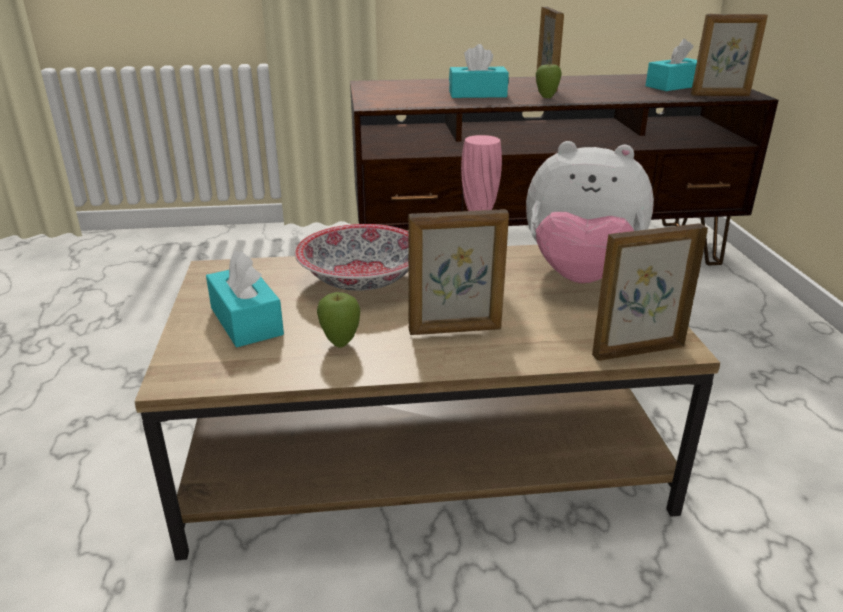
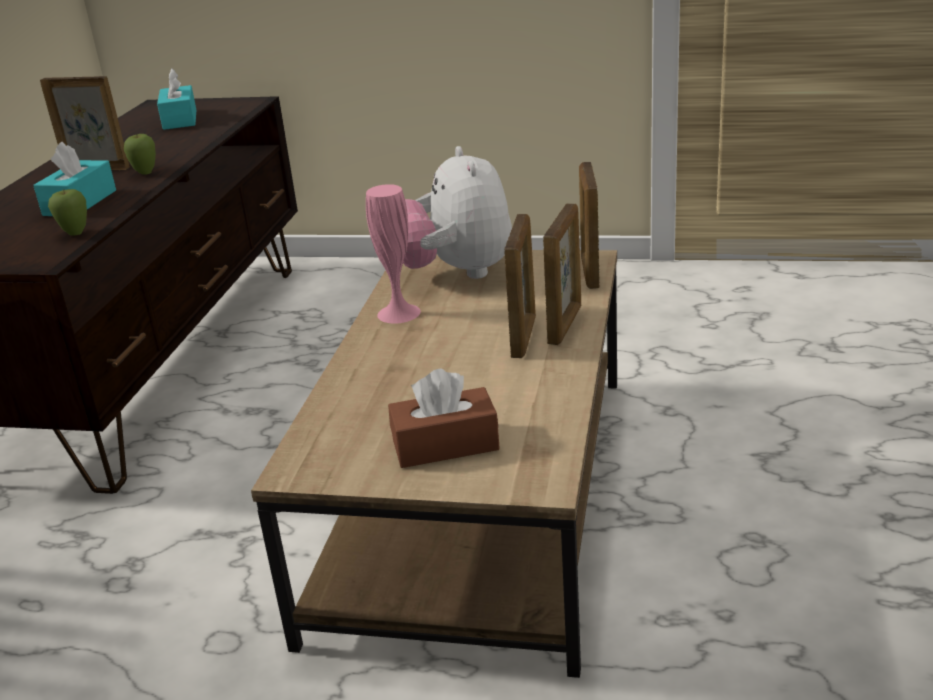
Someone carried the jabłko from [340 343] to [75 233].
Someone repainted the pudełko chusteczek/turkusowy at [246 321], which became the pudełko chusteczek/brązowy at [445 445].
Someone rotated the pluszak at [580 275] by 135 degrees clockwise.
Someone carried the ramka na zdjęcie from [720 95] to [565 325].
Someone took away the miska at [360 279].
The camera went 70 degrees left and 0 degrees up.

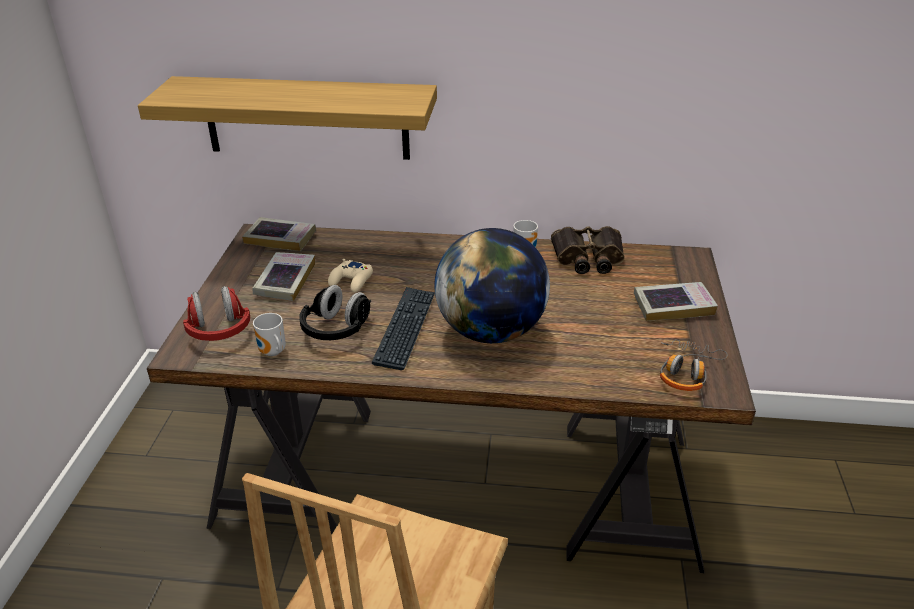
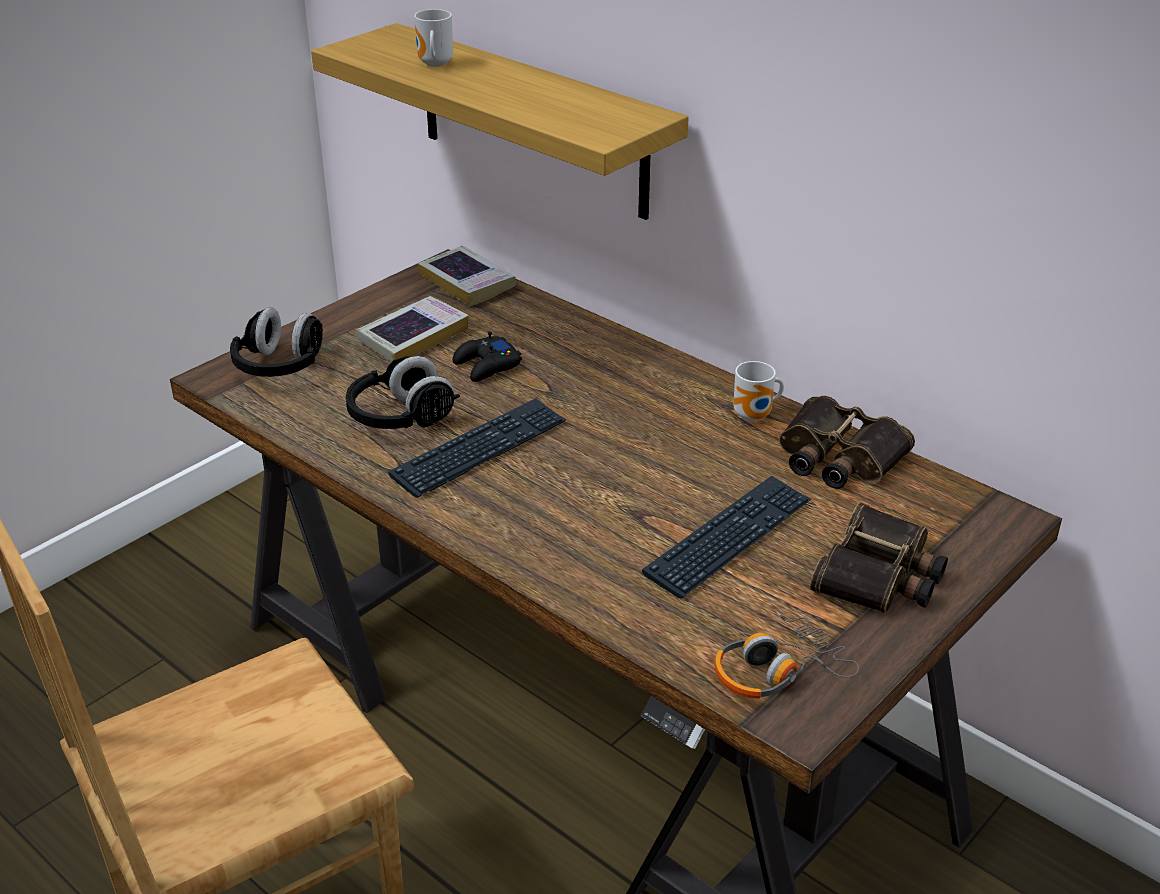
Someone repainted the słuchawki/czerwony at [219 330], which became the słuchawki/czarny at [281 367].
Someone carried the kubek from [272 353] to [433 64].
Someone repainted the pad do gier/beżowy at [351 281], which became the pad do gier/czarny at [487 366].
Someone put down the klawiatura at [729 538].
Someone swapped the książka at [673 306] for the lornetka at [880 575].
Someone took away the globus at [491 331].
The camera went 35 degrees right and 0 degrees up.

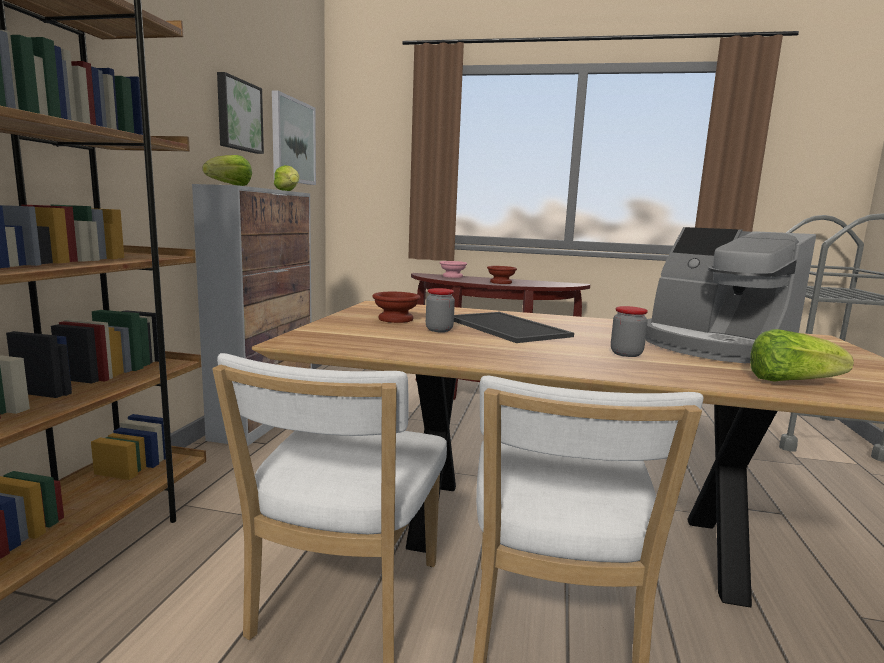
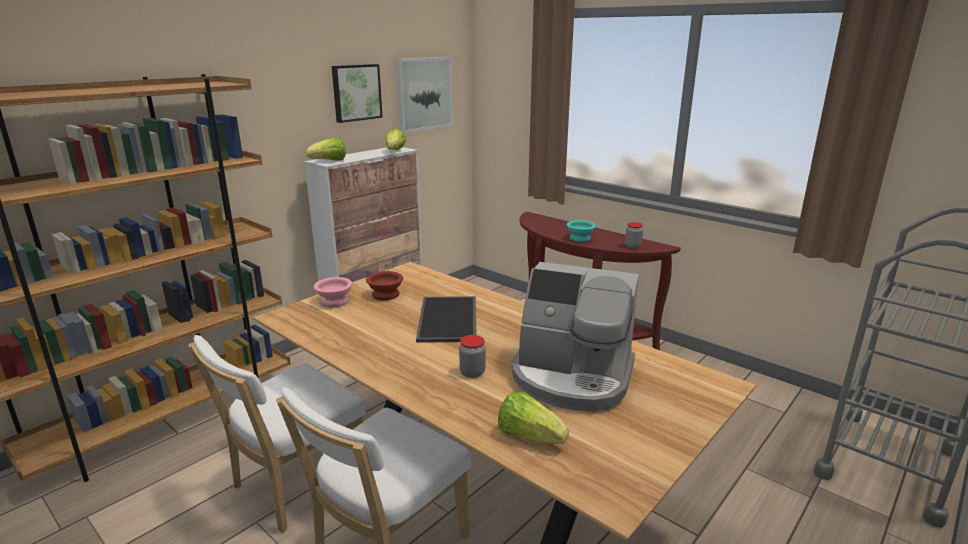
Someone carried the miska/różowy from [453 276] to [336 301].
Someone rotated the ekspres do kawy at [712 346] by 60 degrees counterclockwise.
Someone repainted the miska/brązowy at [501 282], which became the miska/turkusowy at [580 239].
Someone carried the słoik from [439 330] to [633 246].
The camera went 30 degrees right and 10 degrees up.

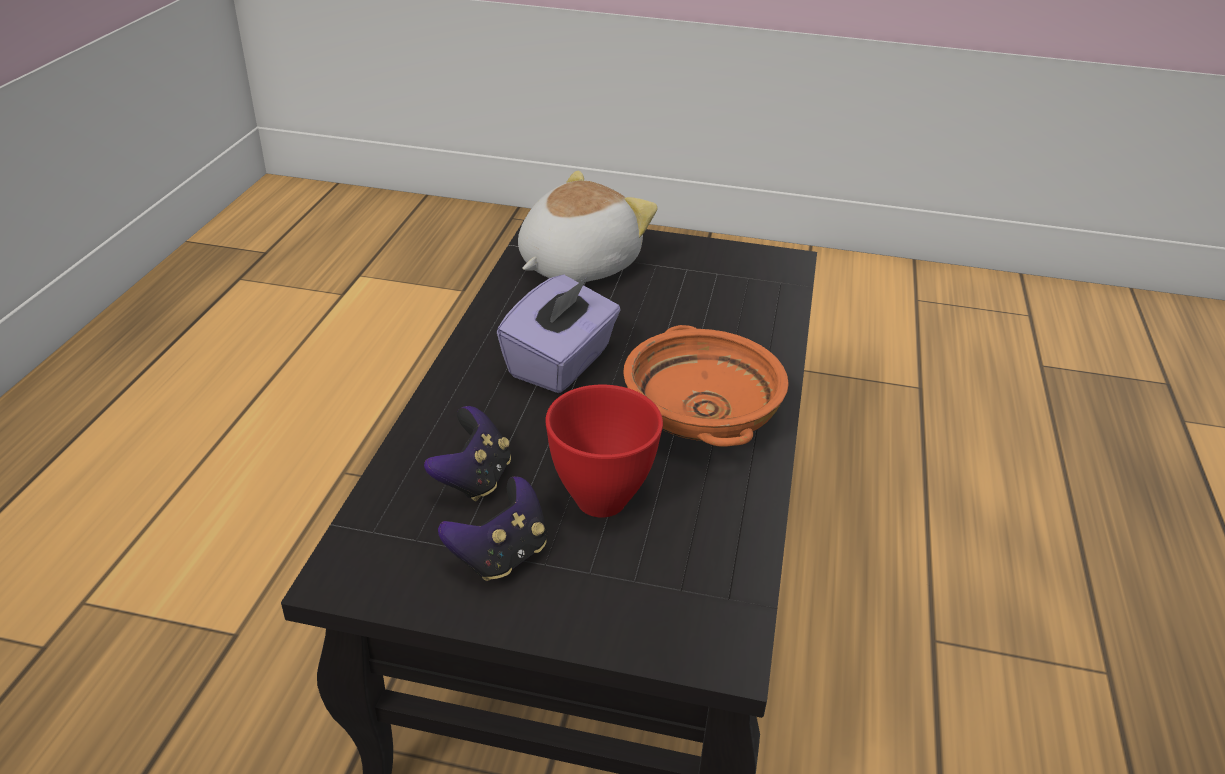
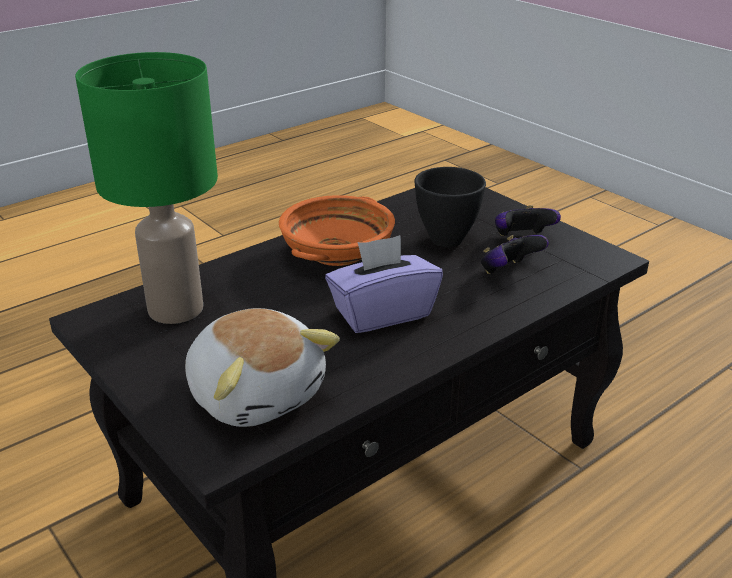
Someone put down the lampa stołowa/zielony at [174 310].
Someone rotated the pluszak at [576 265] by 120 degrees counterclockwise.
Someone repainted the miska/czerwony at [600 502], which became the miska/czarny at [448 239].
The camera went 140 degrees left and 5 degrees down.

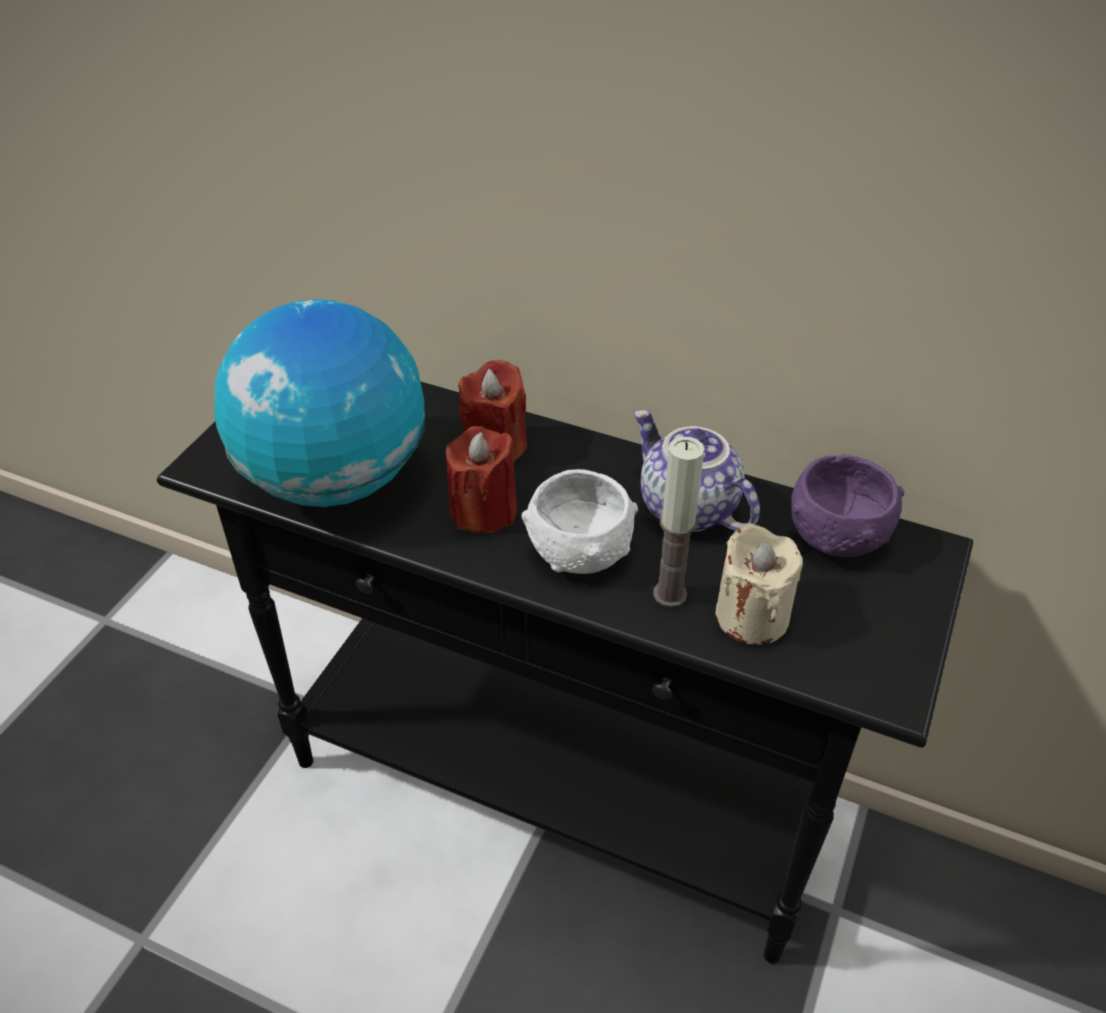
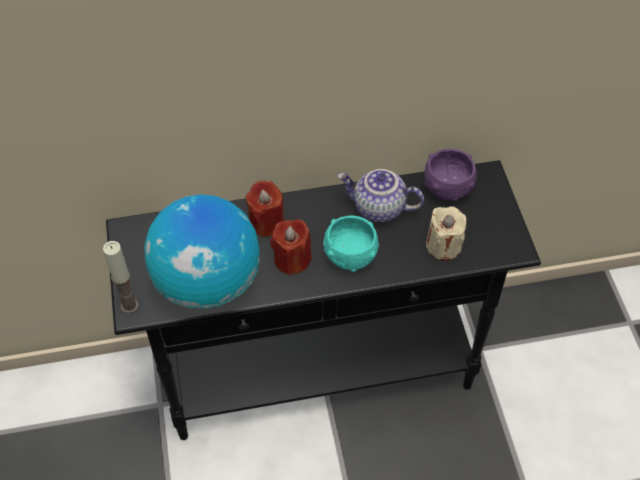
Someone carried the świeca from [669 594] to [129 305].
Someone repainted the miska/biały at [579 550], which became the miska/turkusowy at [350 255].
The camera went 35 degrees left and 10 degrees up.

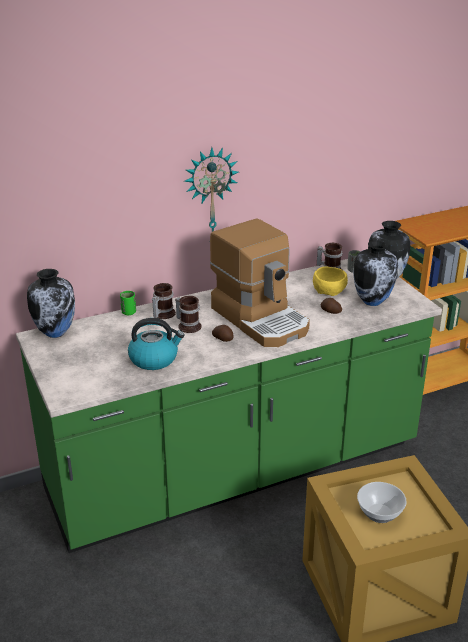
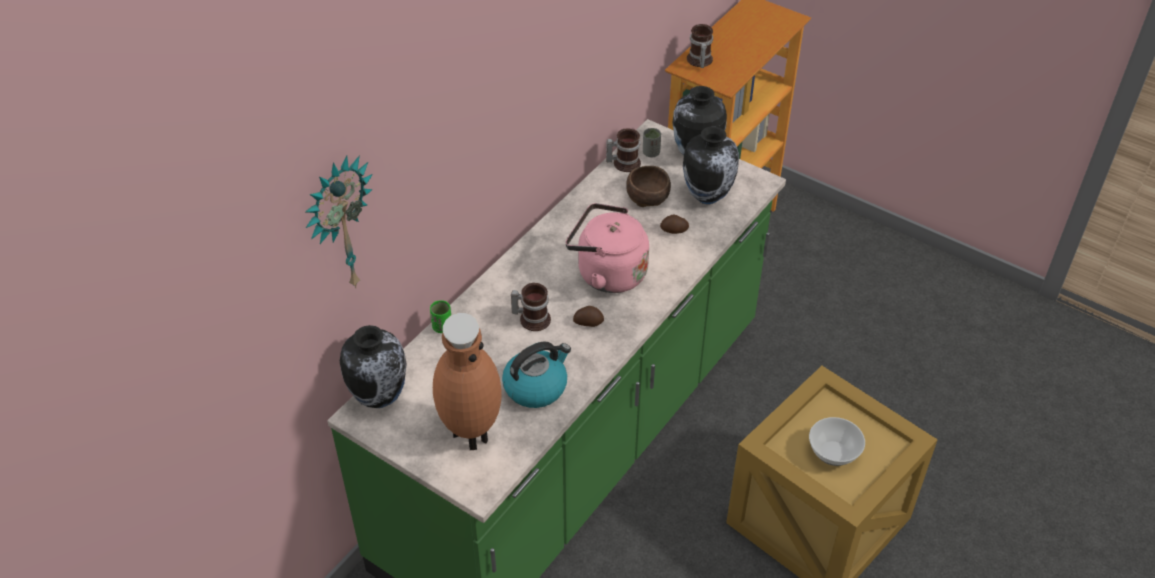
Someone carried the zegar ścienny from [210 197] to [339 225].
Someone put down the wazon/brązowy at [470 434].
Someone swapped the ekspres do kawy at [261 319] for the czajnik/różowy at [607 273].
Someone repainted the miska/żółty at [330 290], which became the miska/brązowy at [648 196].
Someone carried the kubek from [162 314] to [698 61].
The camera went 30 degrees left and 15 degrees up.

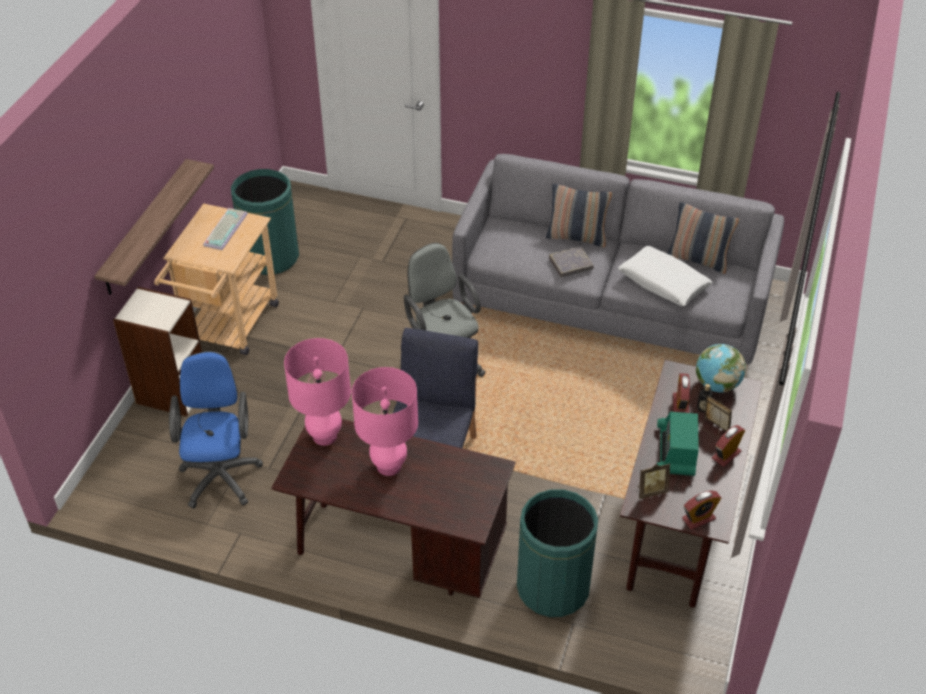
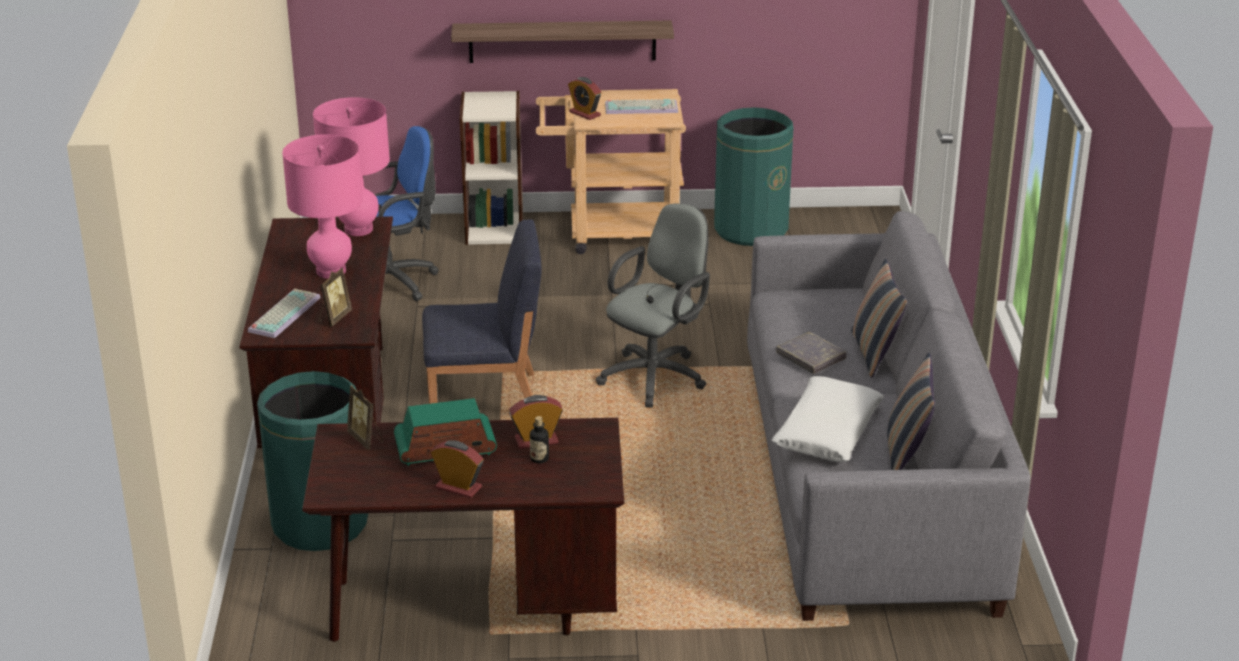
Someone put down the klawiatura at [283 313].
Someone carried the ramka na zdjęcie from [713 429] to [334 318].
Someone carried the budzik from [698 518] to [585 114].
Someone took away the globus at [717 385].
The camera went 70 degrees right and 15 degrees down.

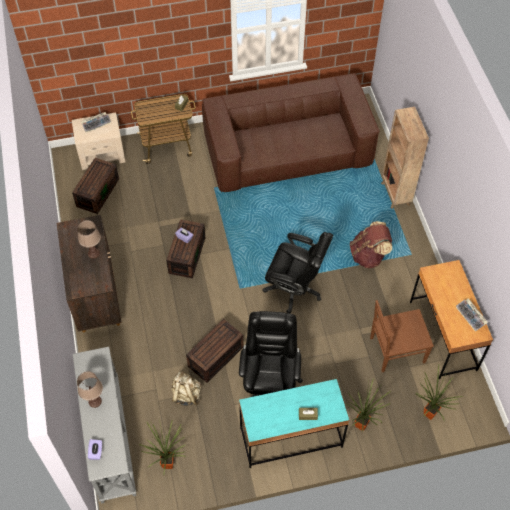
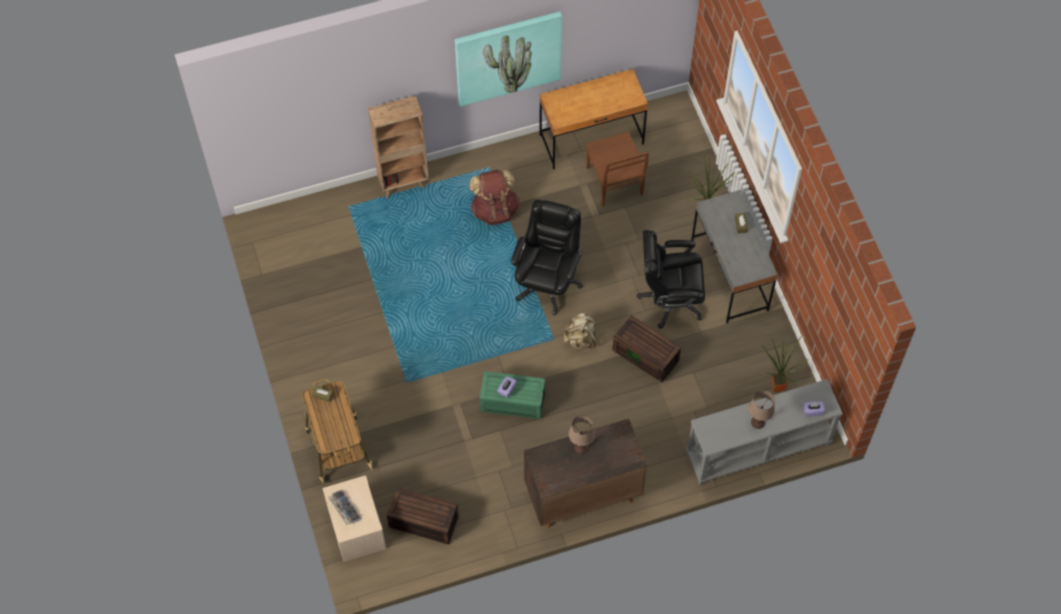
Someone put up the obraz at [508 56].
Someone repainted the pojemnik do przechowywania/brązowy at [186 254], which became the pojemnik do przechowywania/zielony at [511 402].
Someone carried the plecak/beżowy from [186 394] to [580 339].
Someone repainted the biurko/turkusowy at [290 437], which became the biurko/szary at [729 275].
Someone took away the kanapa/brązowy at [288 150].
Someone took away the roślina doniczkowa at [428 415].
Someone took away the klawiatura at [471 316].
The camera went 95 degrees left and 5 degrees up.

